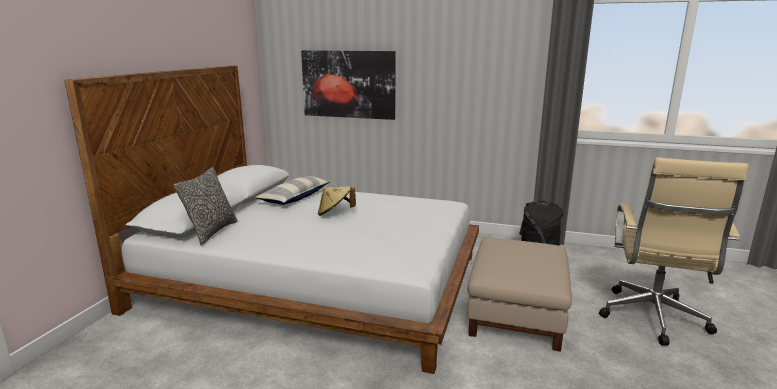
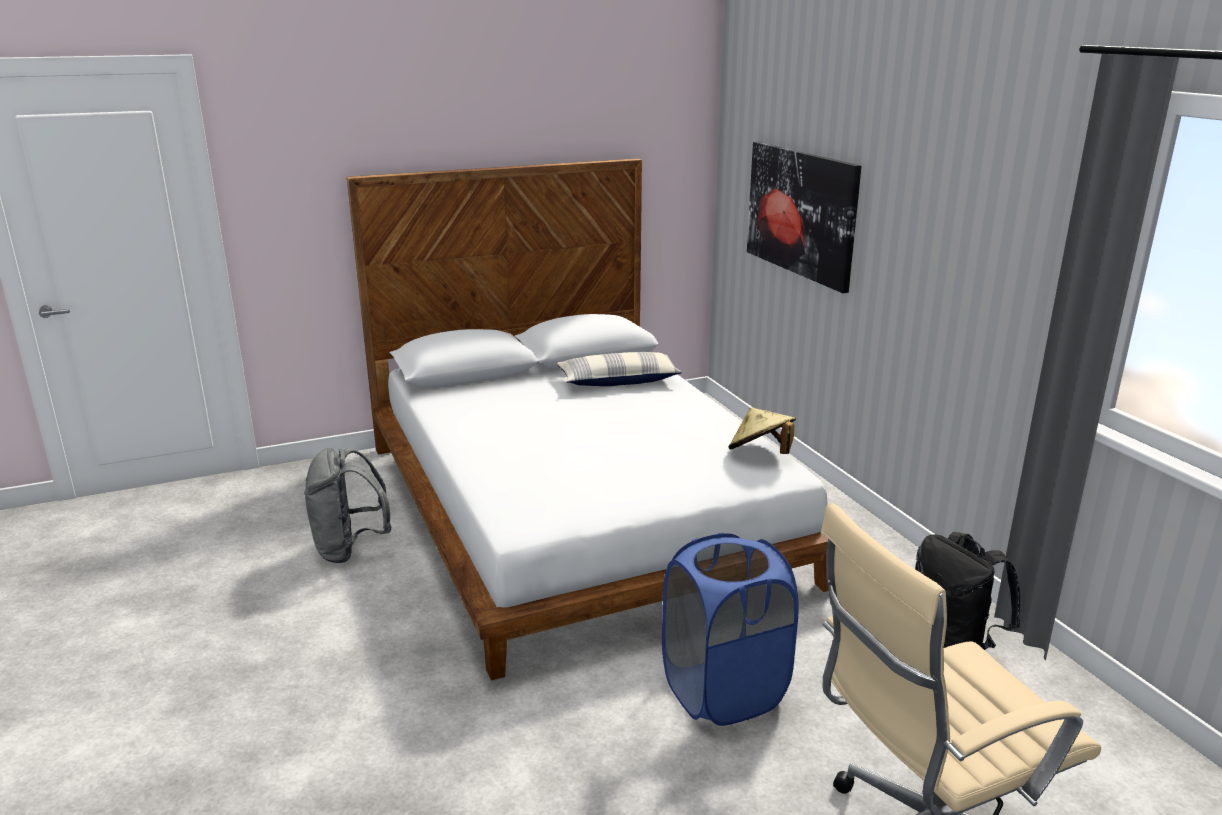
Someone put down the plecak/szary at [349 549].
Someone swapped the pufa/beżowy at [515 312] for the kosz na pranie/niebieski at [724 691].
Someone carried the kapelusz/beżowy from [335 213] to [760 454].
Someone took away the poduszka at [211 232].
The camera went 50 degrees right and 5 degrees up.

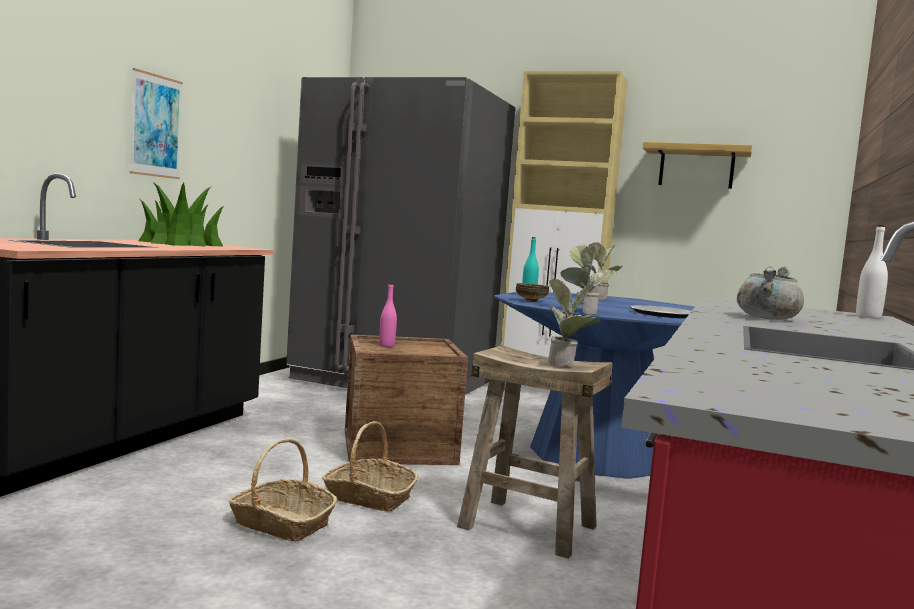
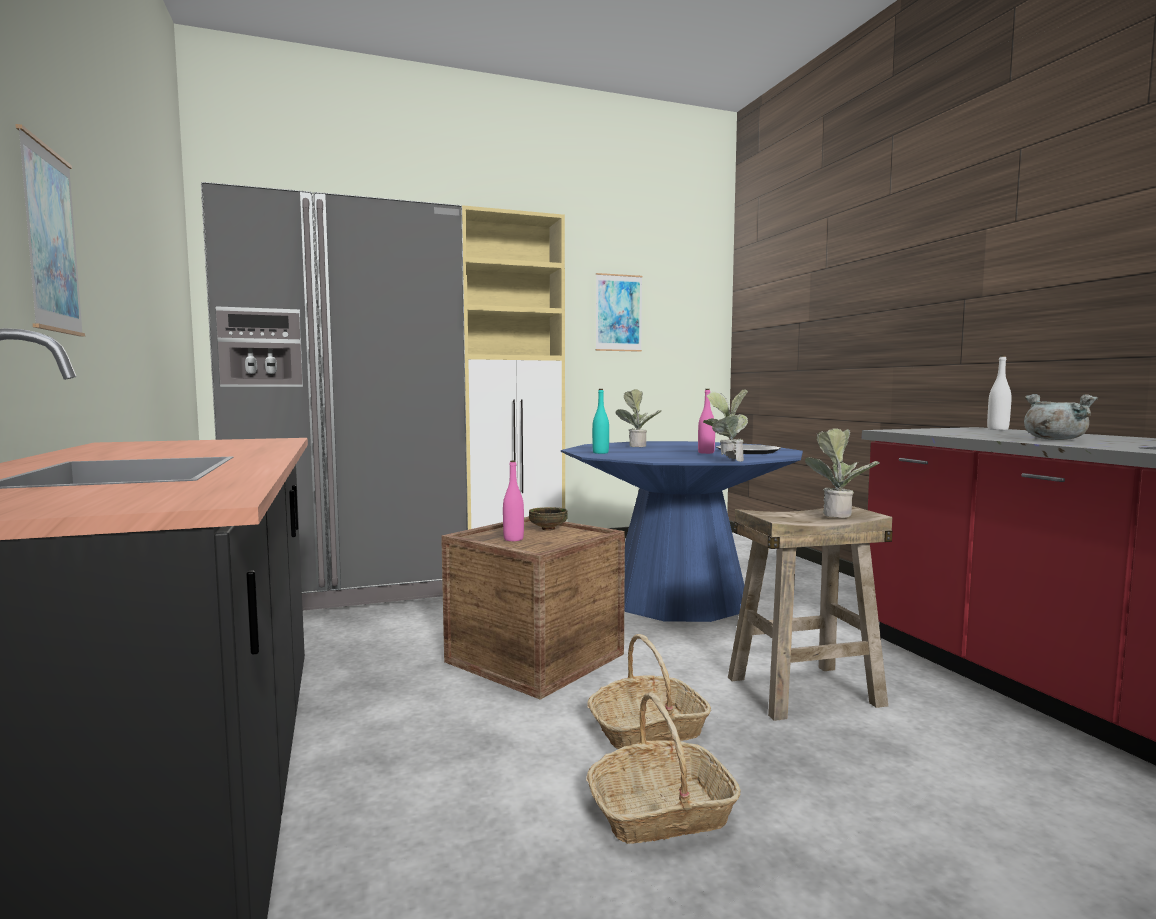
Someone carried the miska from [530 301] to [548 529].
Someone swapped the półka at [696 167] for the obraz at [618 313].
Someone put down the butelka/różowy at [706 453].
Someone took away the roślina doniczkowa at [180 243].
The camera went 40 degrees left and 0 degrees up.

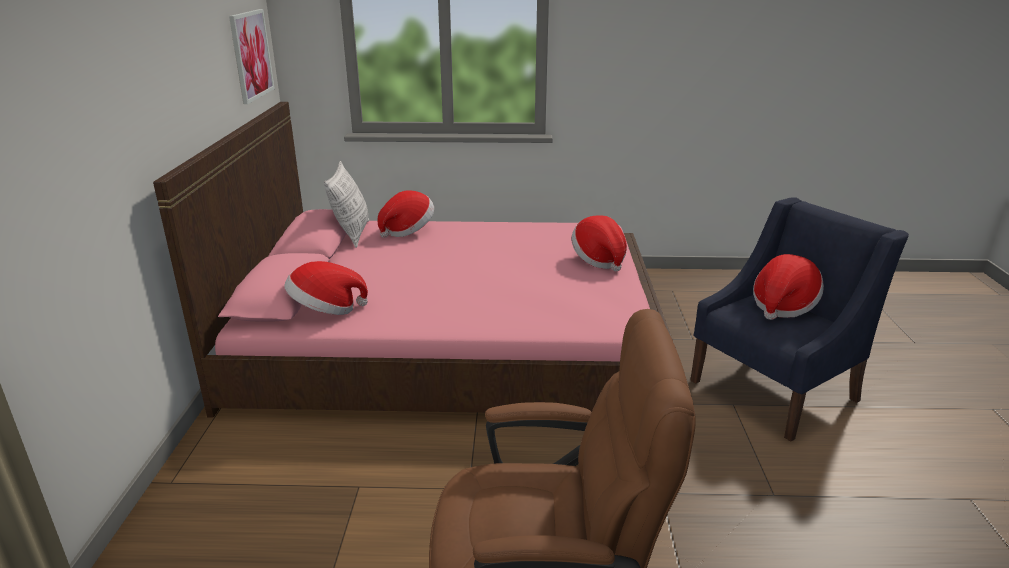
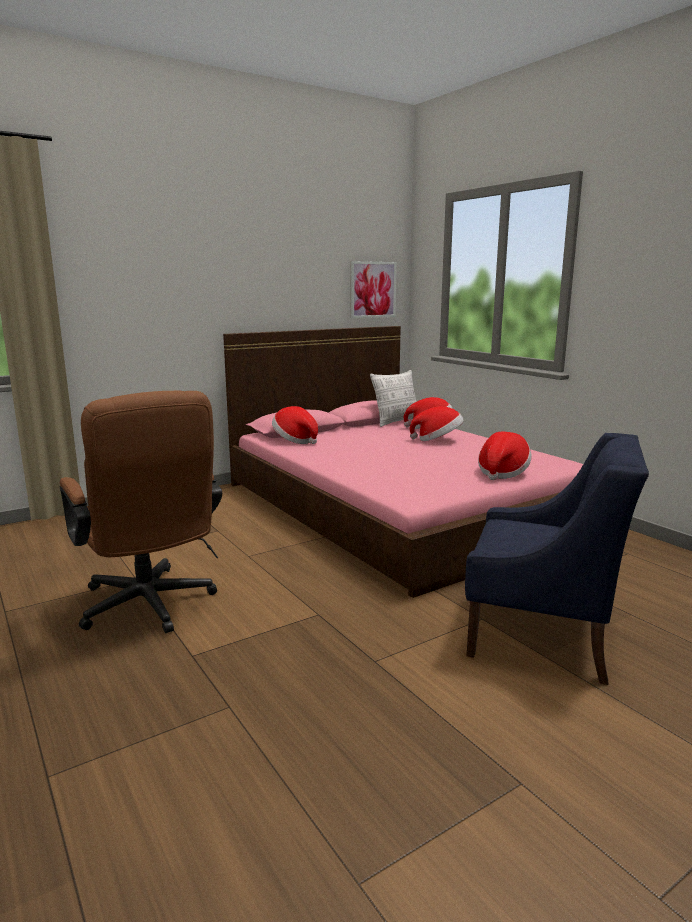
Someone carried the kapelusz from [782 306] to [437 440].
The camera went 55 degrees right and 10 degrees down.

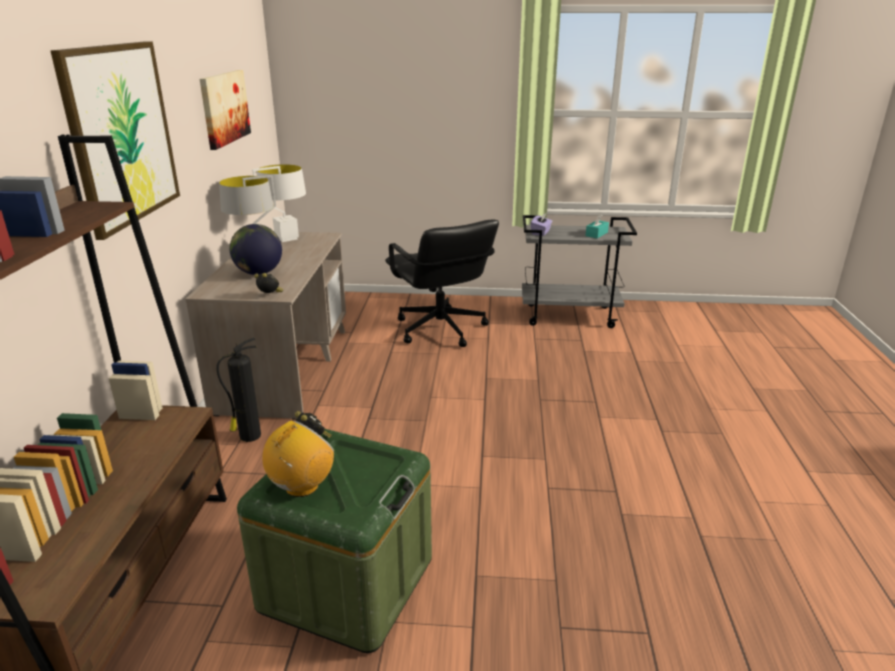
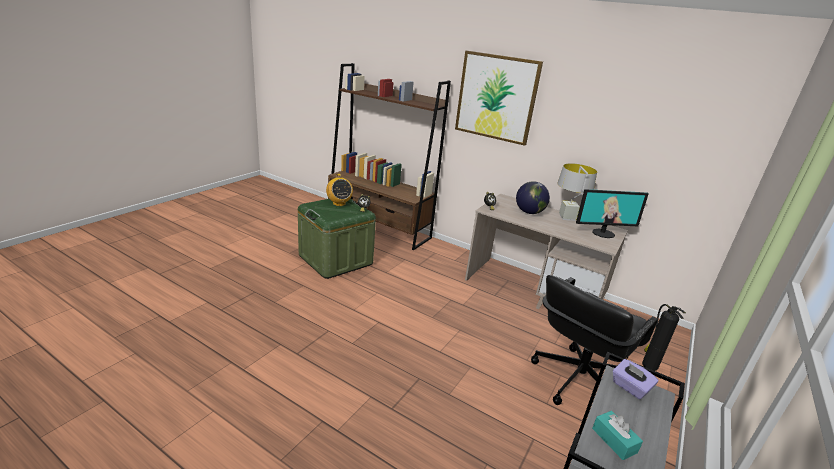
Someone rotated the krzesło biurowe/czarny at [440 329] by 45 degrees counterclockwise.
Someone swapped the lampa stołowa/biały at [286 238] for the monitor at [603 233].
Someone carried the gaśnica from [249 436] to [649 365].
Someone took away the obraz at [224 108].
The camera went 115 degrees right and 0 degrees up.

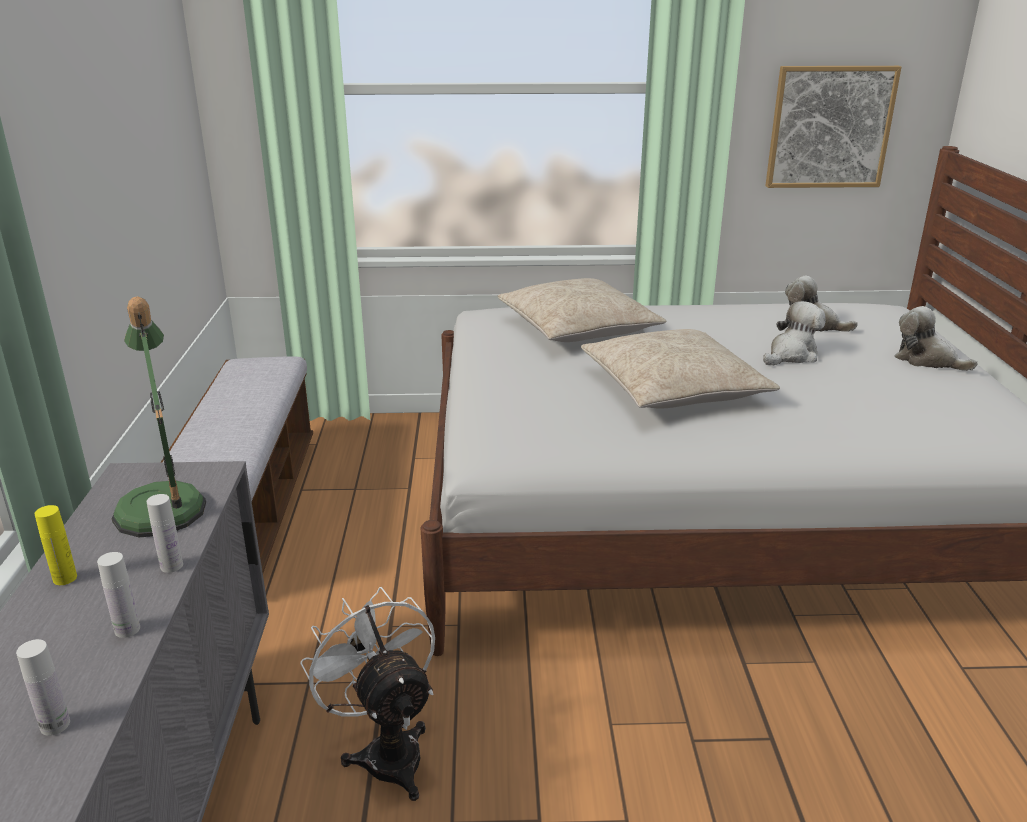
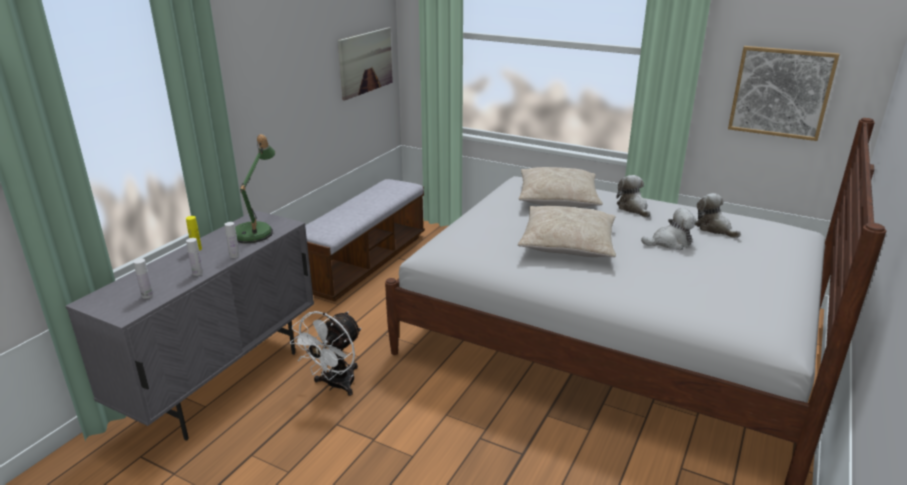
Someone rotated the wentylator/biały at [386 751] by 150 degrees counterclockwise.
Someone put up the obraz at [365 62].
Someone carried the pluszak from [927 360] to [633 208].
The camera went 30 degrees right and 0 degrees up.

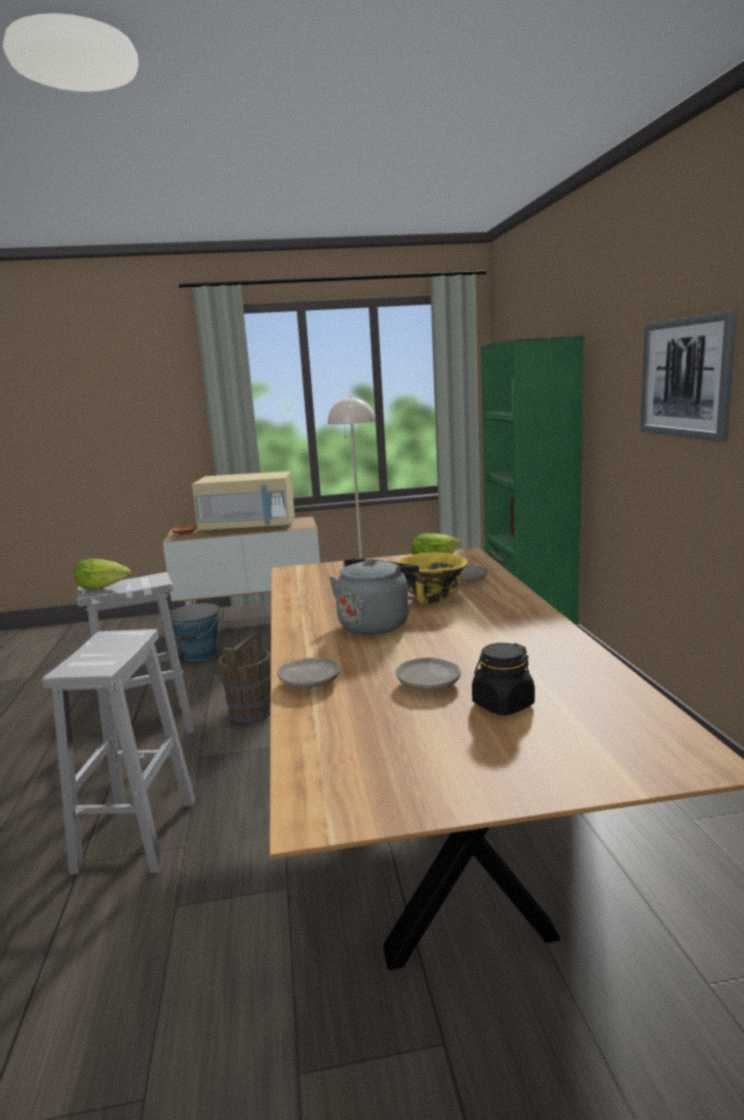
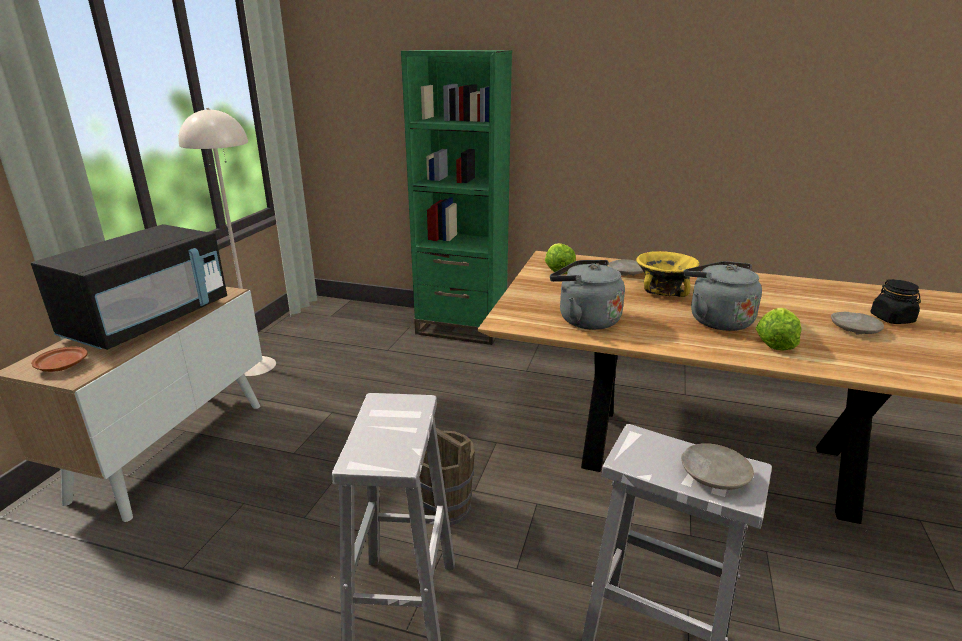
Someone repainted the mikrofalówka/beżowy at [248 528], which became the mikrofalówka/czarny at [149 321].
Someone put down the czajnik/szary at [585 319].
Someone carried the talerz/beżowy from [310 682] to [714 475].
Someone carried the sałata from [103 587] to [775 342].
Someone took away the wiadro at [200 655].
Someone took away the obraz at [685 377].
The camera went 65 degrees left and 10 degrees up.

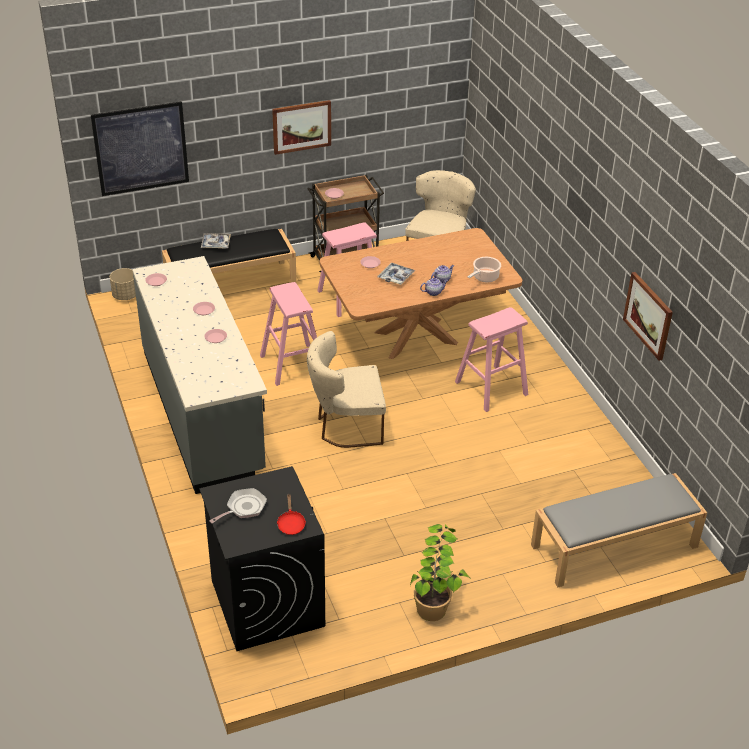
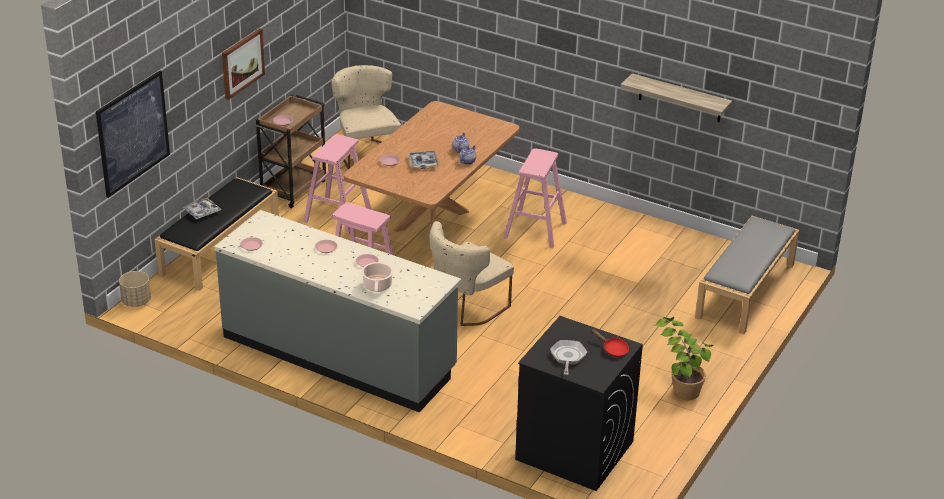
Someone carried the garnek from [484 277] to [377 286].
Someone swapped the obraz at [648 315] for the półka at [680 98].
The camera went 40 degrees left and 5 degrees down.

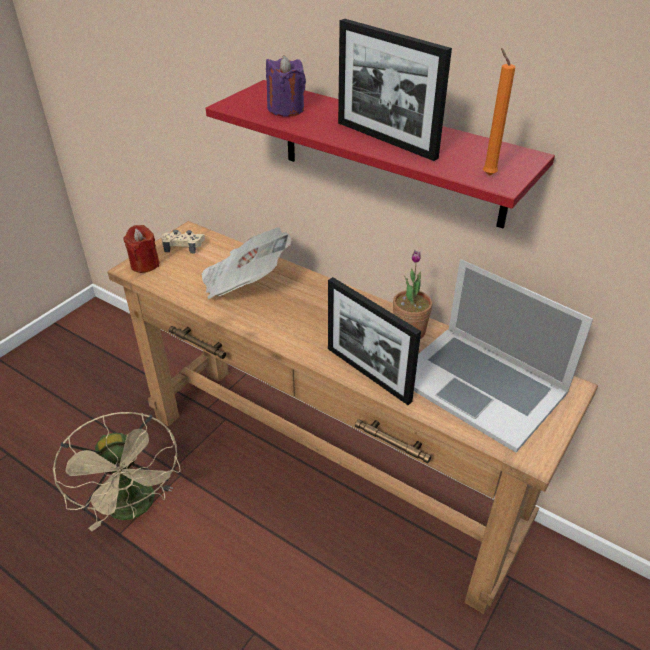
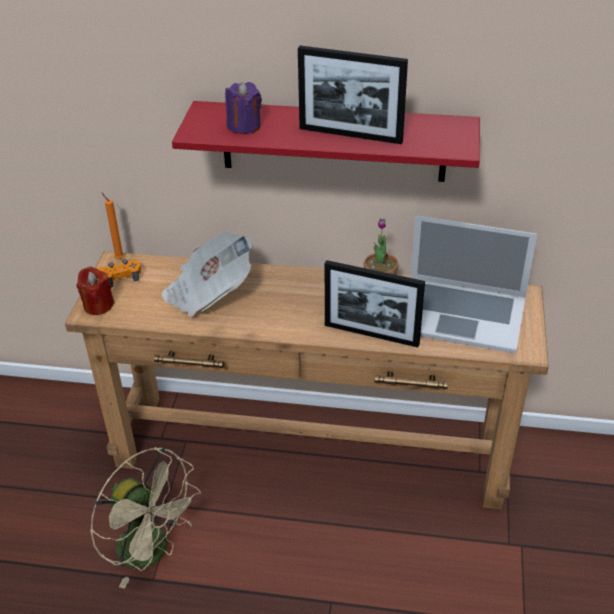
Someone repainted the pad do gier/beżowy at [183 245], which became the pad do gier/pomarańczowy at [121 276].
Someone carried the świeca/pomarańczowy from [487 174] to [118 258].
The camera went 25 degrees left and 0 degrees up.

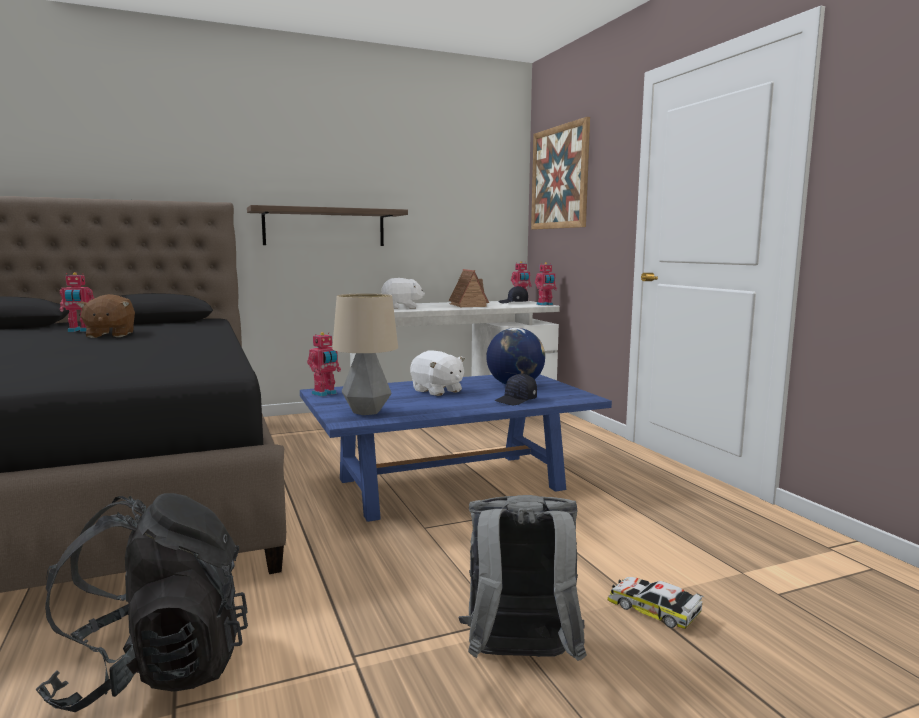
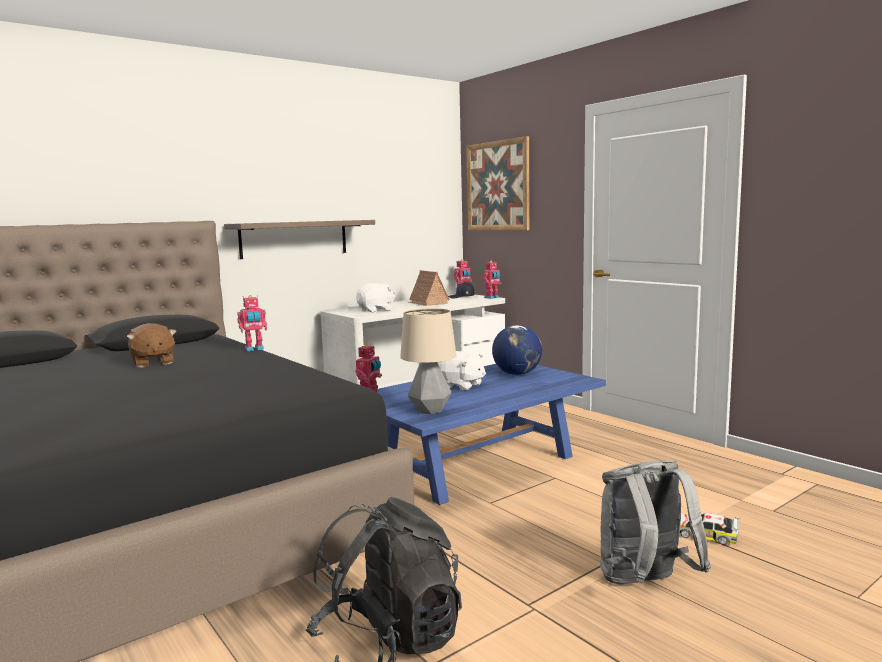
Someone carried the robot zabawkowy from [79 331] to [254 349].
Someone took away the czapka z daszkiem/czarny at [516 400].
The camera went 15 degrees left and 0 degrees up.

